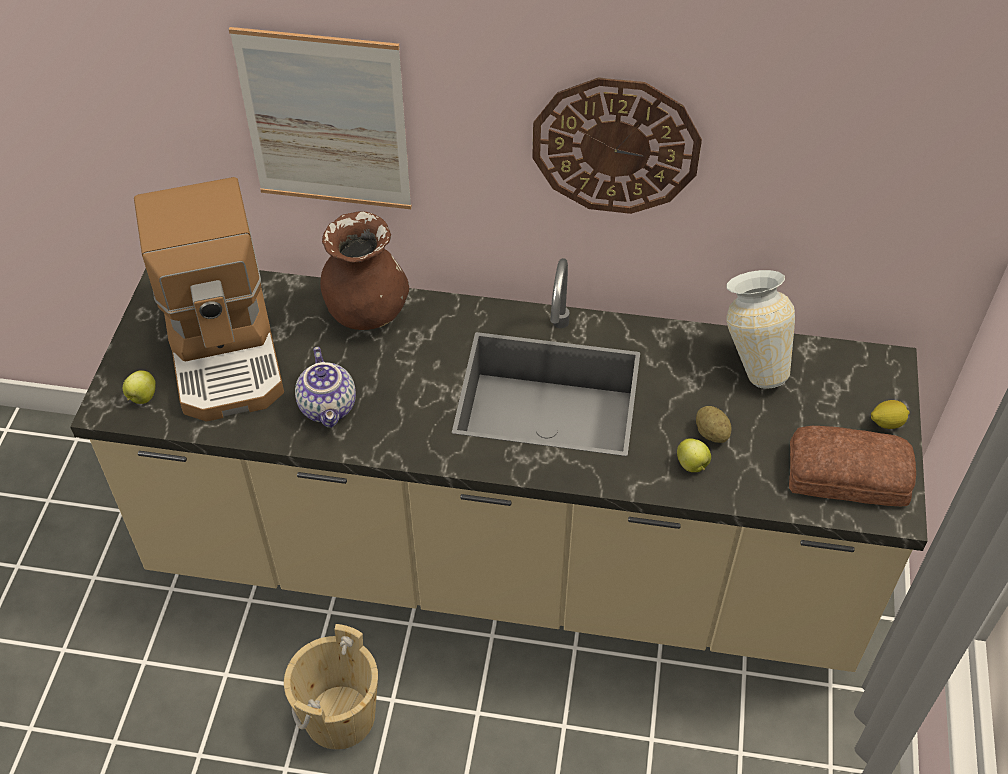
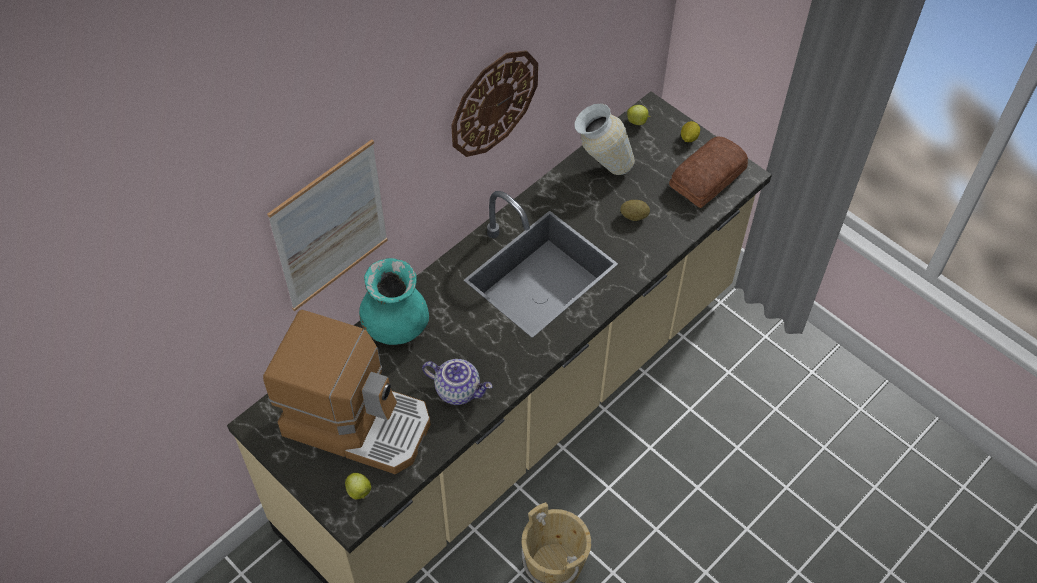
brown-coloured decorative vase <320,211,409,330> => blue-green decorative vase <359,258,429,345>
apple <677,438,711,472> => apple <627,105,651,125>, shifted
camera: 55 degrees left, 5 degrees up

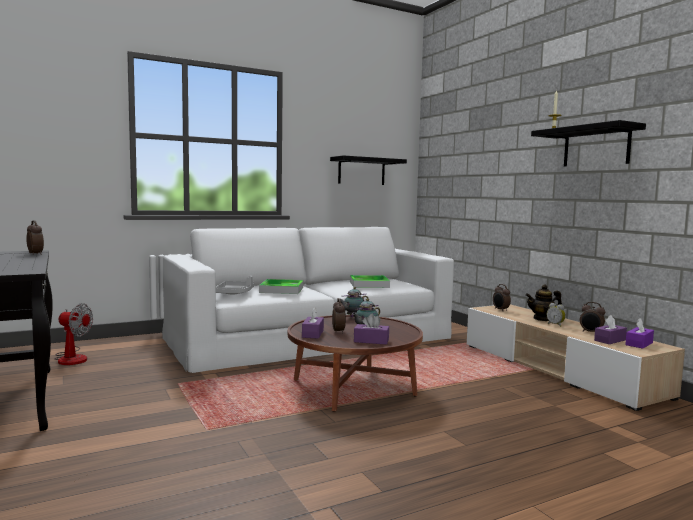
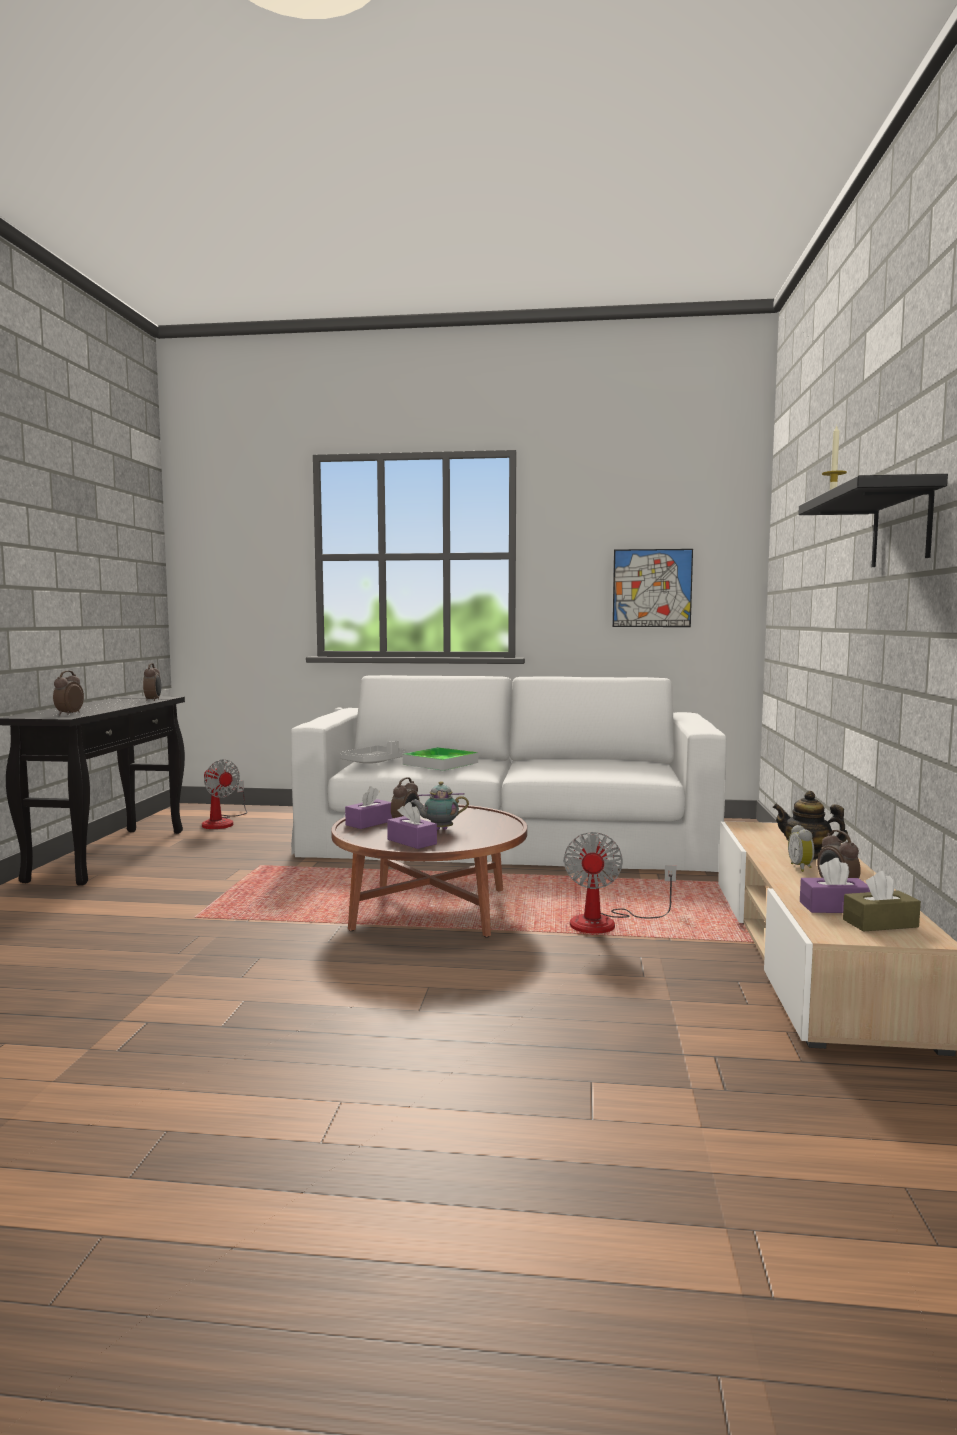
alarm clock <493,284,511,311> => alarm clock <53,671,84,715>, shifted
nothing => electric fan <564,832,676,935>
black bracket shelf <330,155,407,185> => wall picture <613,549,693,627>
purplish tissue holder <625,318,654,349> => brown-coloured tissue holder <843,871,921,932>
pot for tea <340,287,369,317> => nothing
carrying tray <350,275,390,288> => nothing
camera: 35 degrees right, 0 degrees up

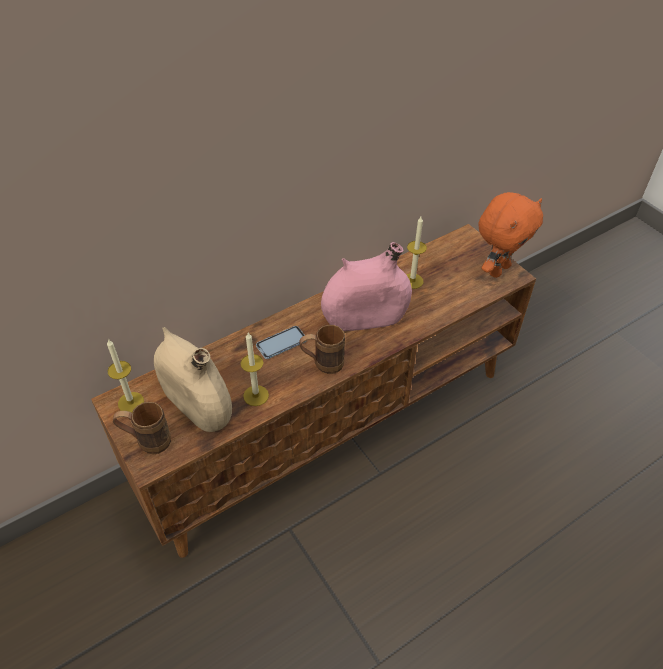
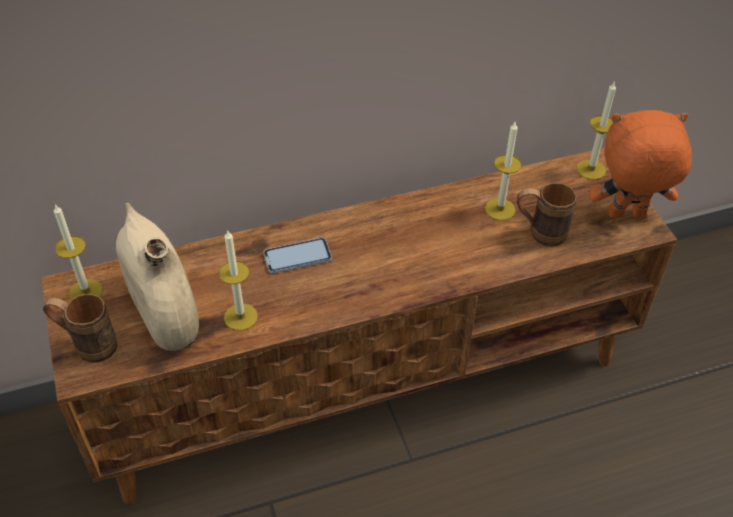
brown-coloured tea mug <299,325,345,374> => brown-coloured tea mug <517,183,577,247>, shifted
nothing => wax candle <576,81,616,180>
orangey cuddly toy <479,192,543,278> => orangey cuddly toy <589,110,692,218>, 150 degrees counterclockwise
pink-coloured decorative vase <321,242,412,331> => nothing
camera: 15 degrees right, 0 degrees up

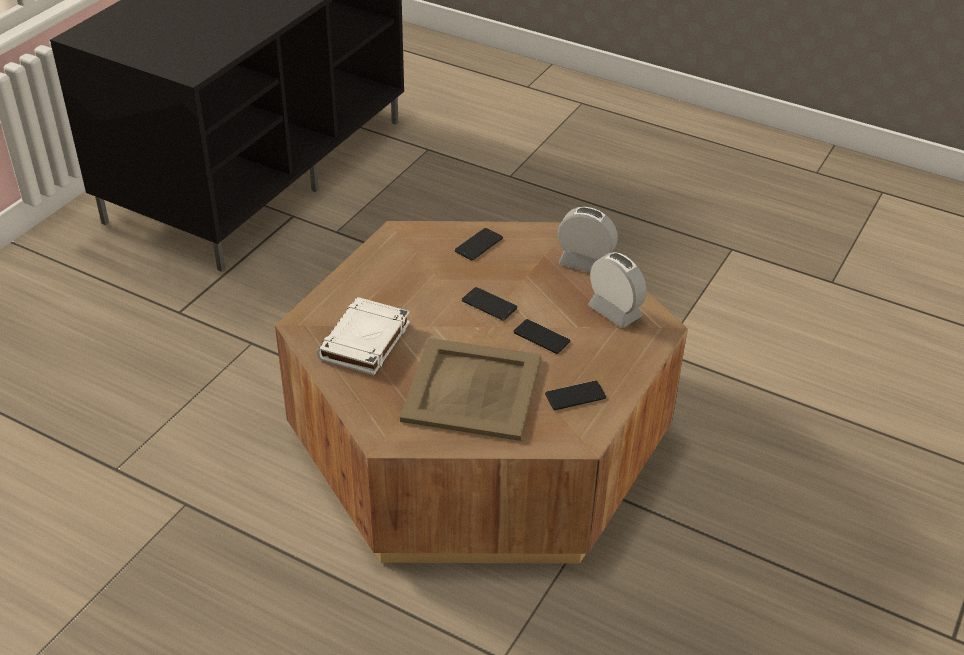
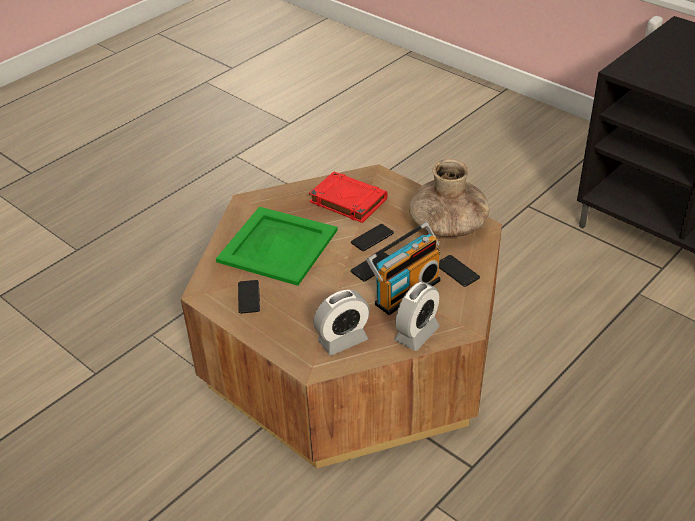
sand-coloured carrying tray <400,338,541,441> => green-coloured carrying tray <216,207,338,286>
white volume <317,297,410,375> => red-coloured volume <309,172,388,223>
phone <514,319,570,354> => phone <351,224,394,251>, shifted
nothing => radio <366,223,440,315>
nothing => brown-coloured decorative vase <409,159,489,237>
camera: 105 degrees right, 0 degrees up

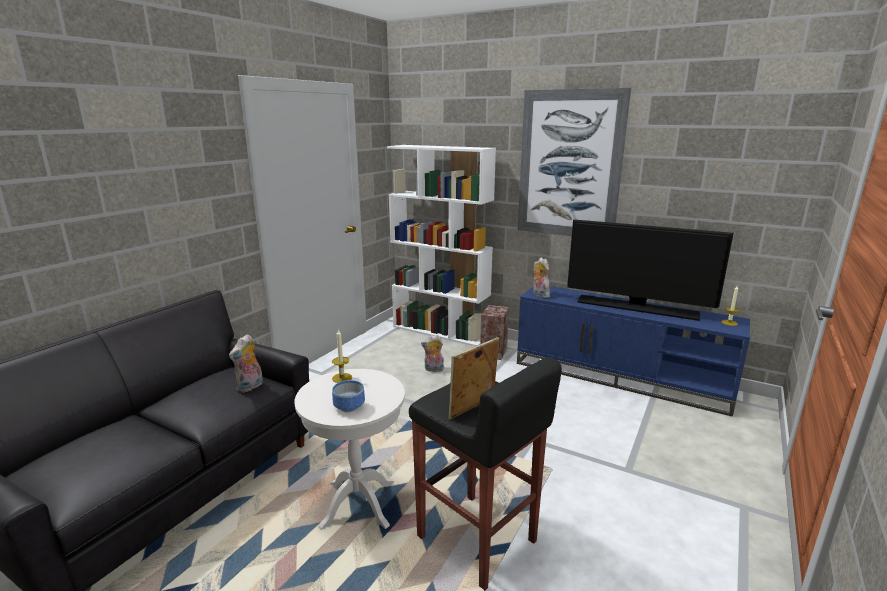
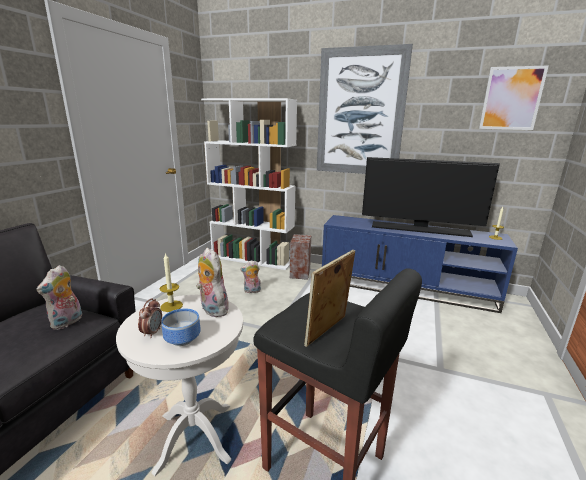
nothing => alarm clock <138,298,162,338>
cuddly toy <533,258,551,298> => cuddly toy <196,248,231,317>, shifted
nothing => wall picture <479,65,549,130>
camera: 10 degrees left, 0 degrees up

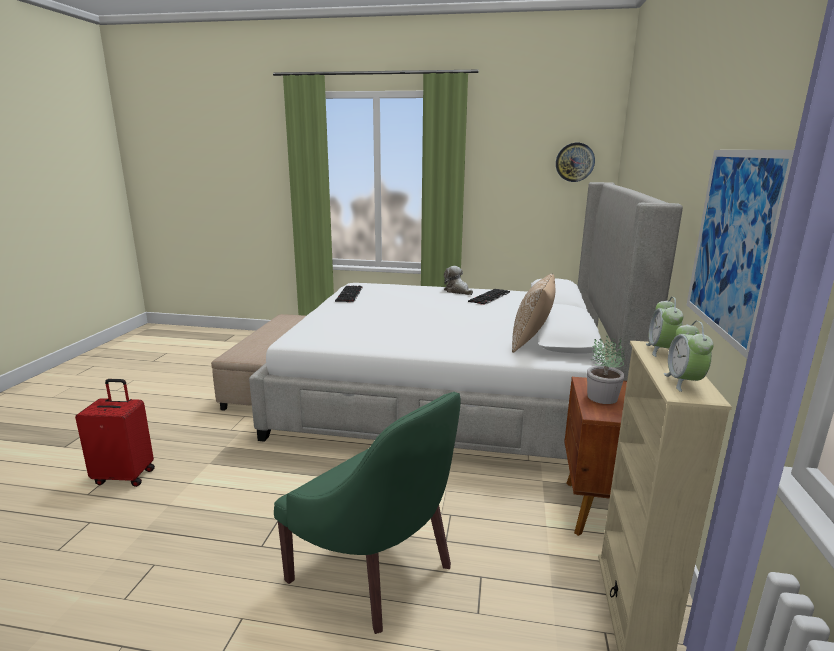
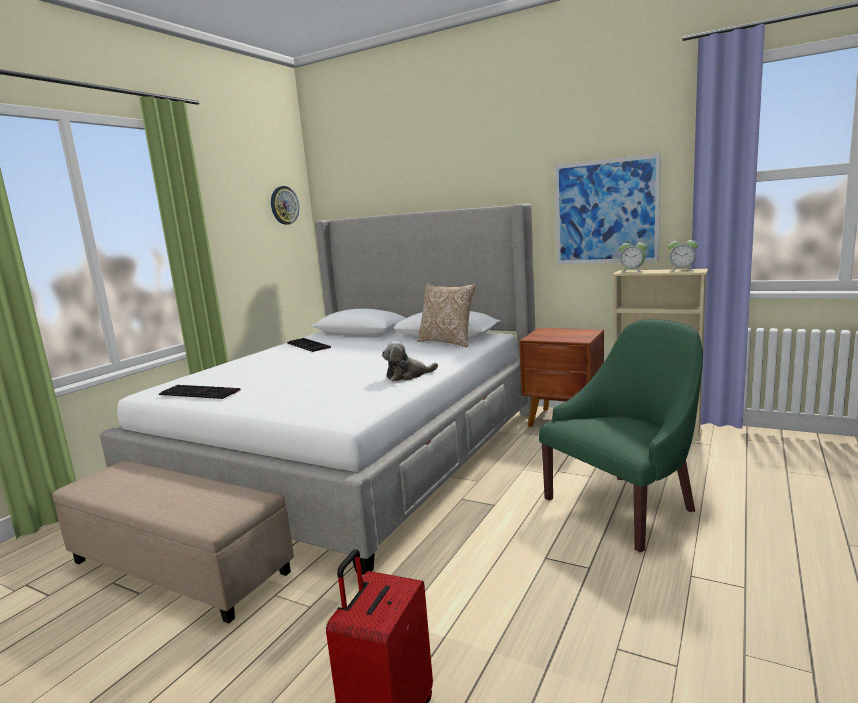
cuddly toy <444,266,473,295> => cuddly toy <382,341,438,381>, shifted
houseplant <587,335,625,404> => nothing
camera: 70 degrees left, 5 degrees down

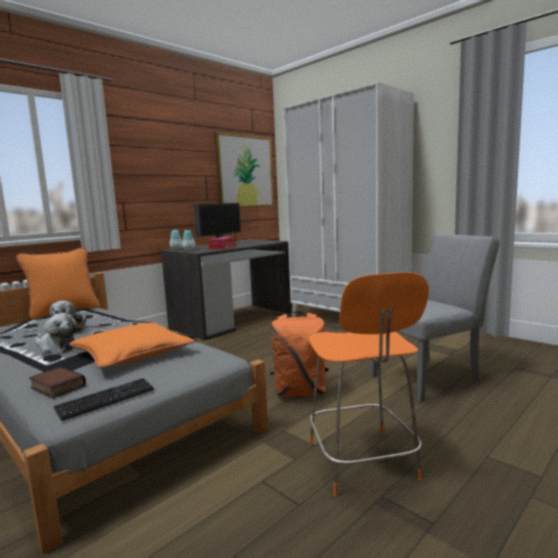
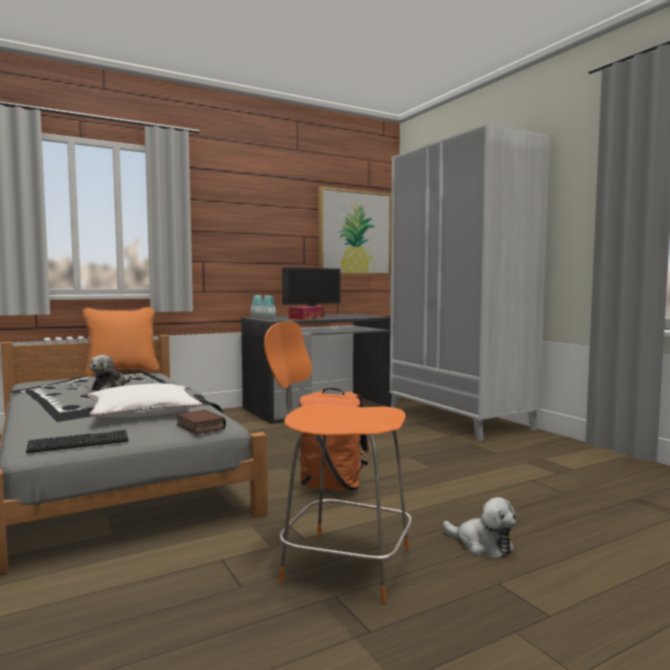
orangey cushion <69,323,195,368> => white cushion <87,383,203,418>
volume <29,367,86,398> => volume <176,410,226,434>, shifted
orangey plain chair <309,272,429,496> => orangey plain chair <264,322,412,603>, 105 degrees clockwise
cuddly toy <35,313,77,354> => cuddly toy <443,497,516,558>, shifted
grey plain chair <370,234,499,402> => nothing
camera: 15 degrees right, 5 degrees down

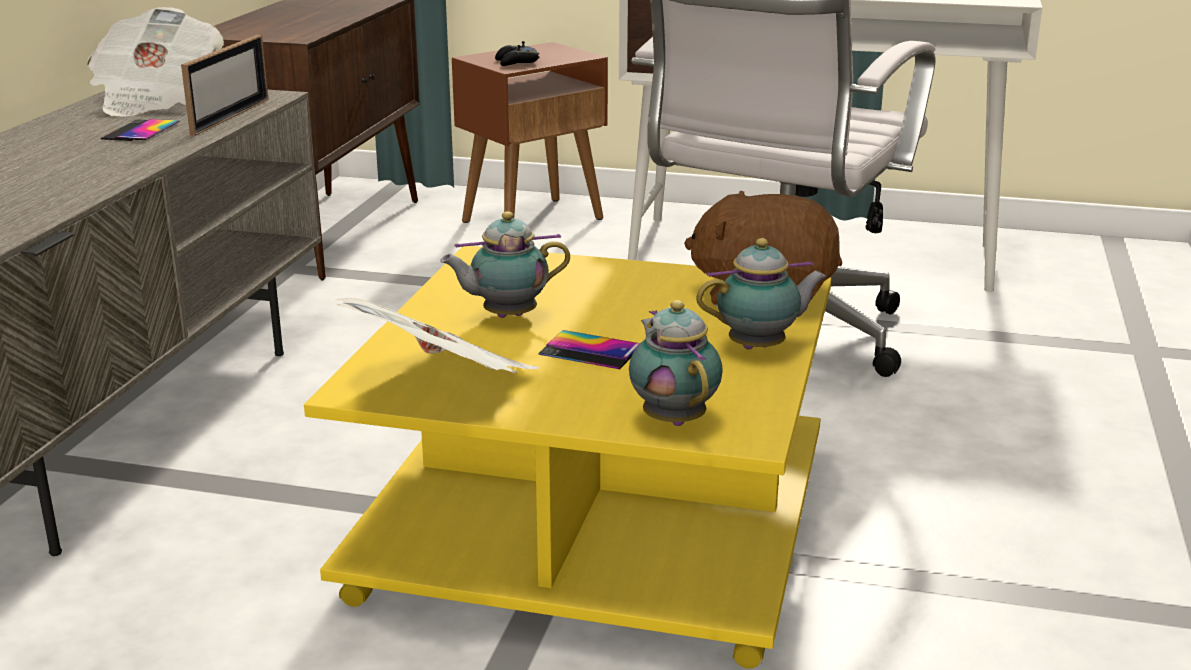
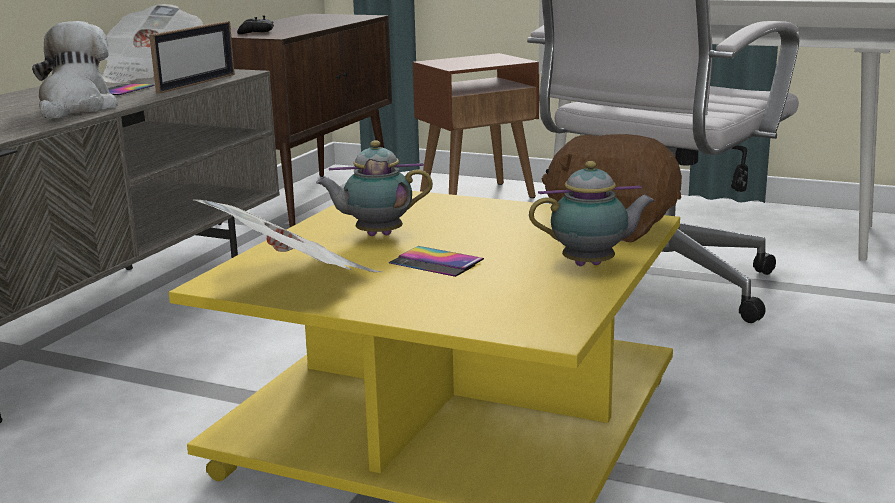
nothing => cuddly toy <32,21,118,120>
black joypad <495,41,539,66> => black joypad <237,15,274,34>, shifted
pot for tea <629,300,723,426> => nothing
camera: 10 degrees right, 5 degrees down

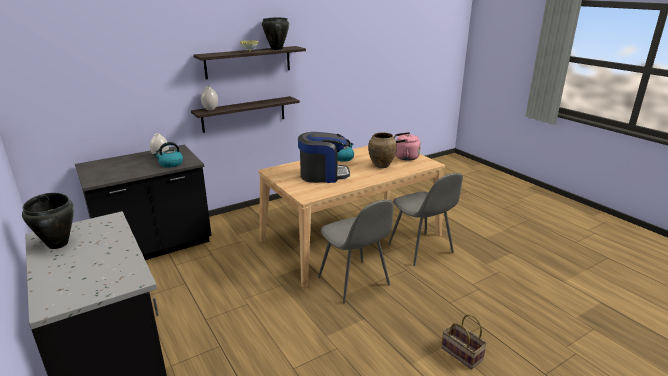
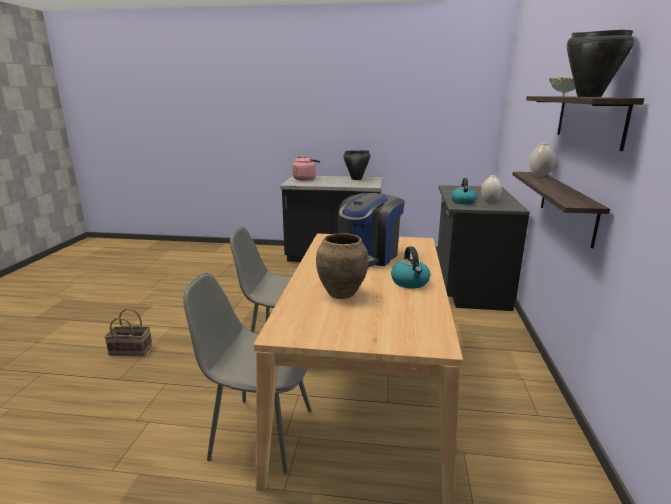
pink-coloured water kettle <394,132,421,161> => pink-coloured water kettle <293,156,320,180>, shifted
camera: 130 degrees right, 5 degrees down

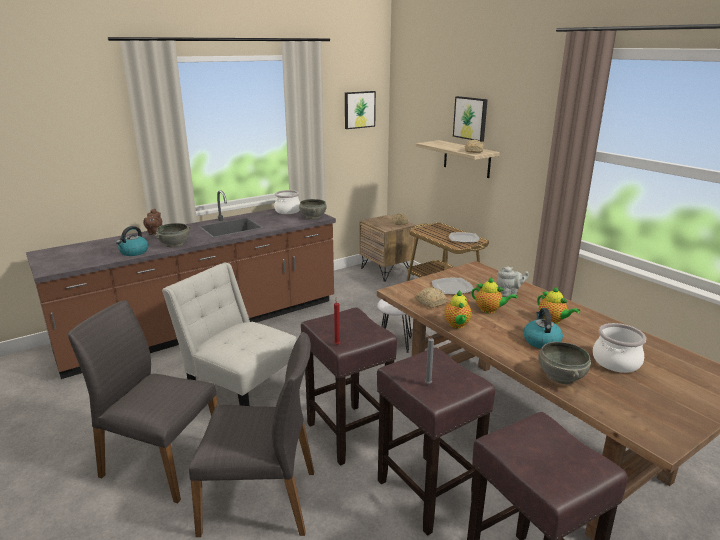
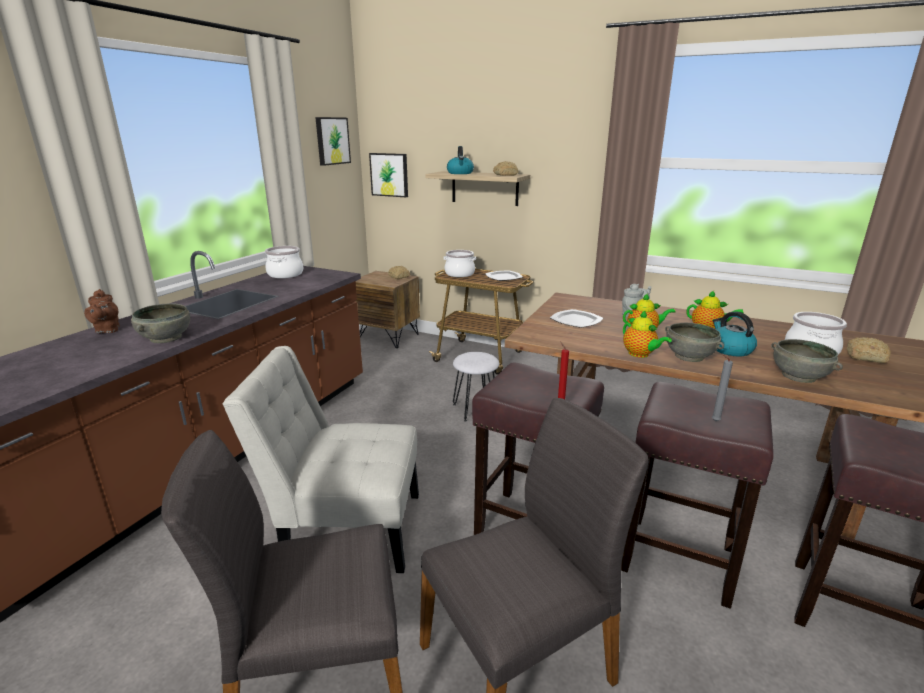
wall picture <453,96,488,142> => wall picture <369,153,408,197>, shifted
nothing => cooking pot <444,250,476,277>
water kettle <116,226,149,256> => water kettle <447,146,474,174>, shifted
grey bowl <299,199,327,219> => grey bowl <665,323,724,362>, shifted
bread <415,287,447,308> => bread <847,337,891,363>, shifted
camera: 30 degrees left, 0 degrees up

